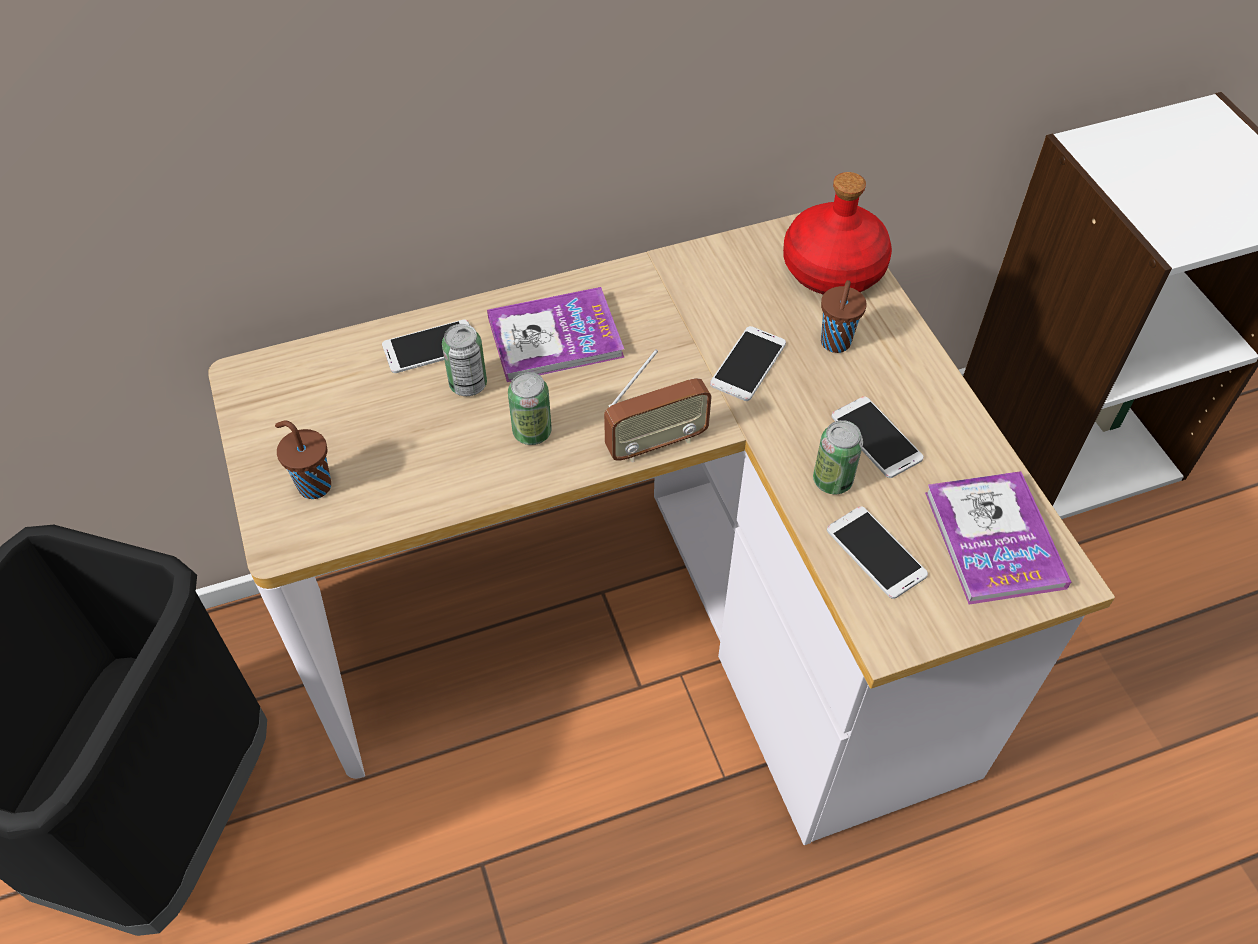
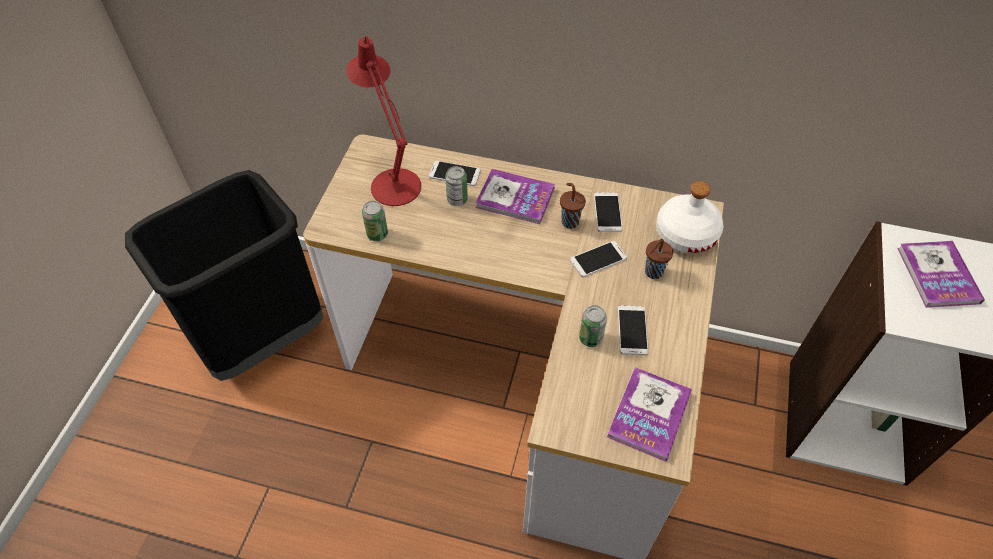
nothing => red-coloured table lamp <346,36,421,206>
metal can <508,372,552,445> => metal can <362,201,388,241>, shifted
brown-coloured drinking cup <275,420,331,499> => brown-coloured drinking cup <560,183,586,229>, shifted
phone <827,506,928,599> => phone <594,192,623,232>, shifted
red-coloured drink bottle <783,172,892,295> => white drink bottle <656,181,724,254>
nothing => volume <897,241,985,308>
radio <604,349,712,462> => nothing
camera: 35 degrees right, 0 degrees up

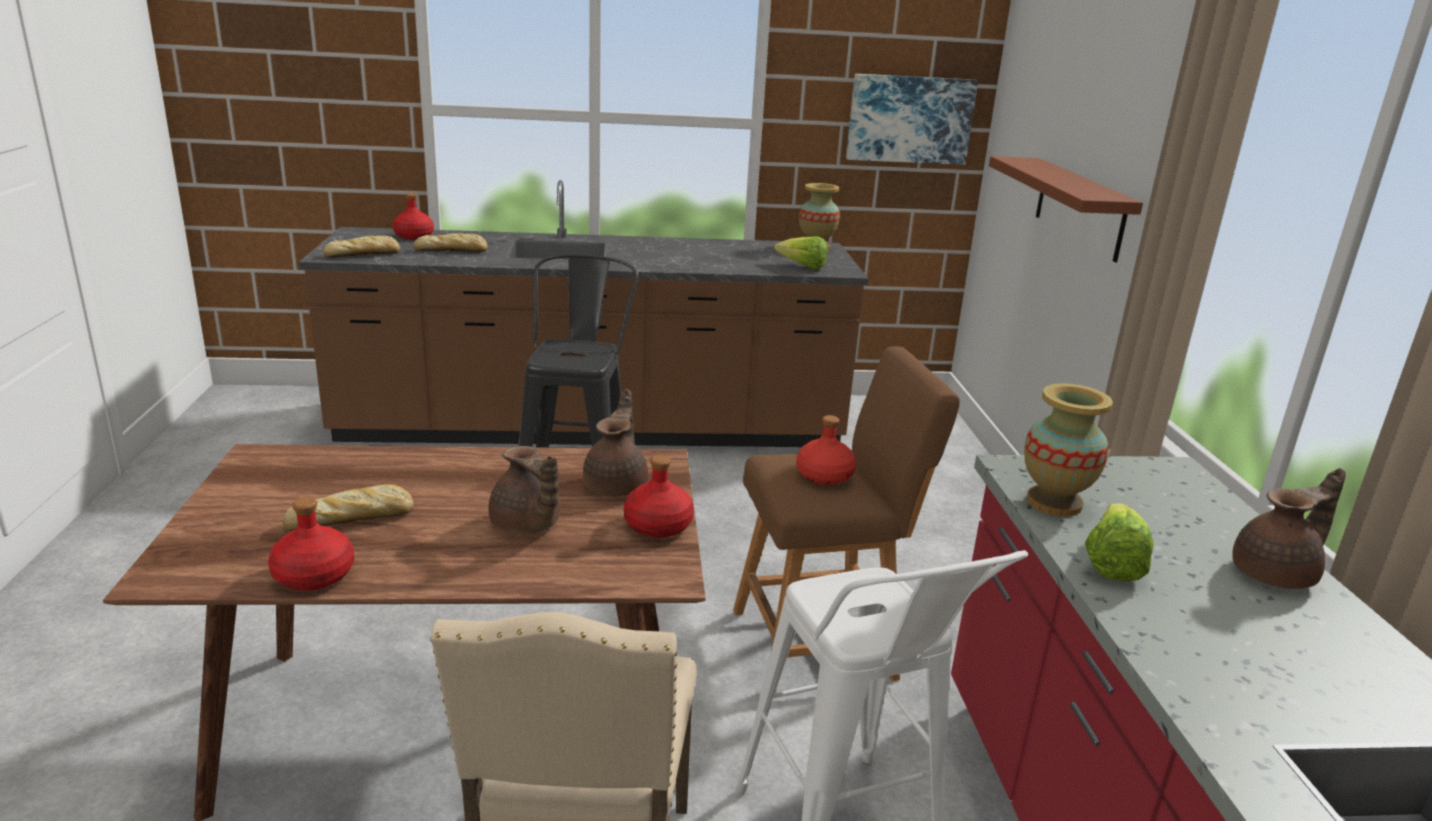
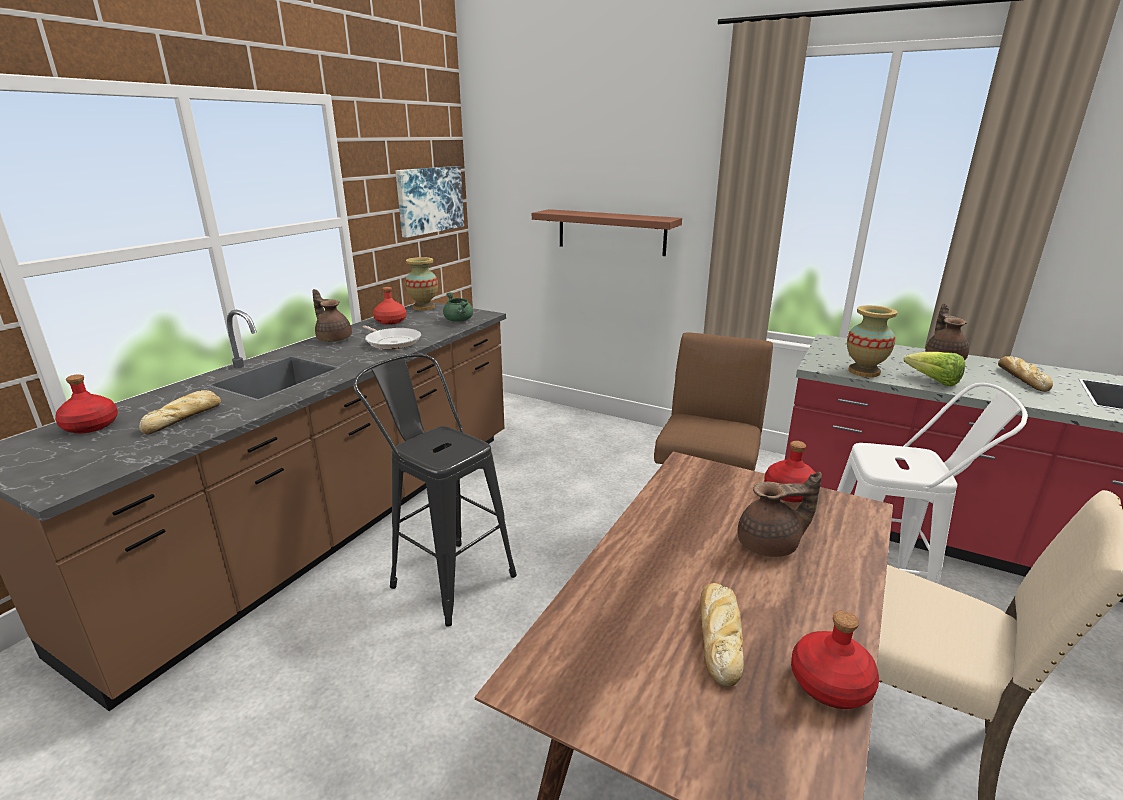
brown-coloured pot for tea <583,389,648,497> => brown-coloured pot for tea <313,289,352,342>, shifted
nothing => skillet <363,325,421,349>
red-coloured drink bottle <796,415,856,485> => red-coloured drink bottle <373,287,406,325>, shifted
lettuce head <774,236,827,270> => green-coloured cooking pot <443,292,473,322>
bread <323,235,400,258> => bread <998,356,1053,392>, shifted
camera: 55 degrees left, 0 degrees up

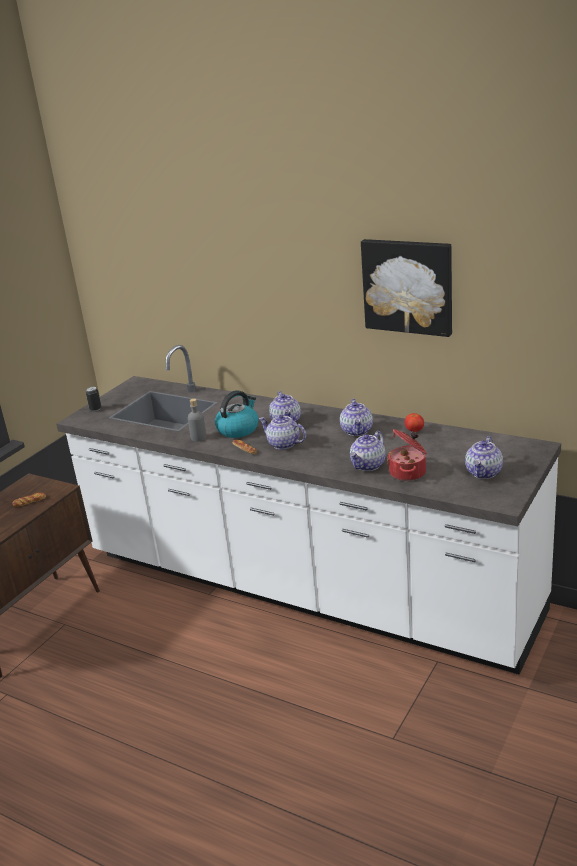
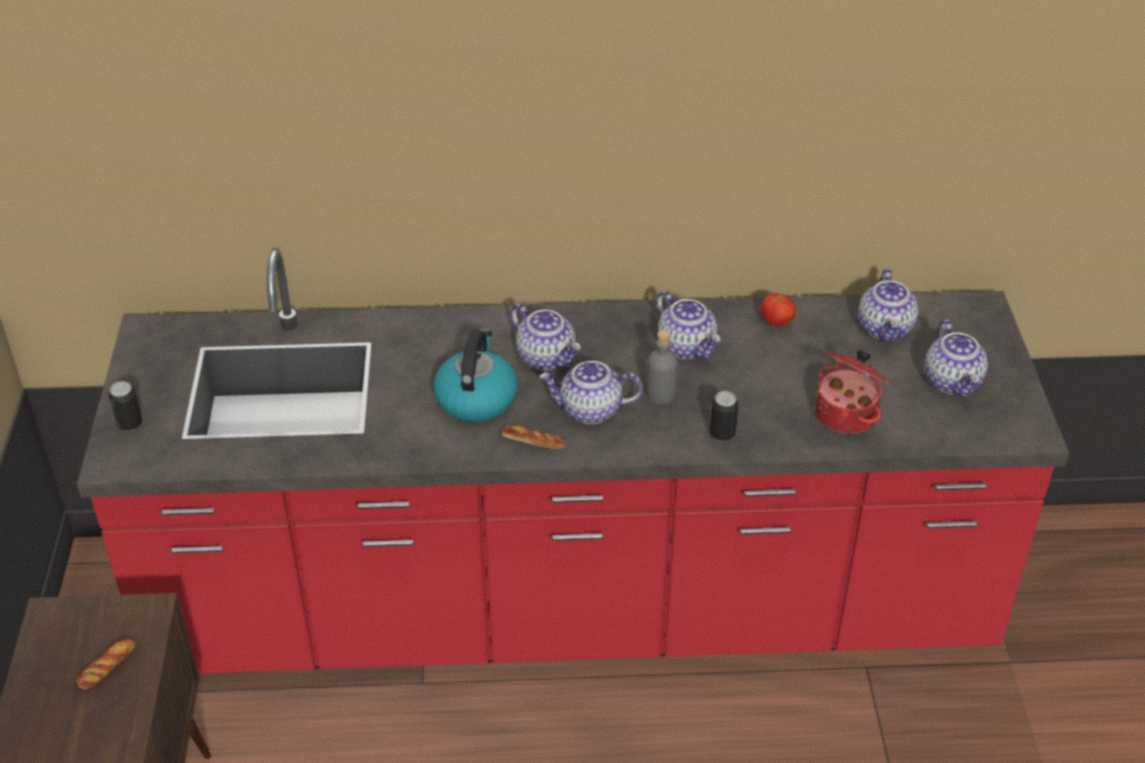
white counter <56,345,561,675> => red-coloured counter <77,250,1069,674>
grey drink bottle <188,399,206,442> => grey drink bottle <646,330,678,405>, shifted
nothing => metal can <710,391,739,441>
pot for tea <350,431,386,471> => pot for tea <859,269,918,342>, shifted
wall picture <361,239,452,337> => nothing
camera: 35 degrees left, 15 degrees up

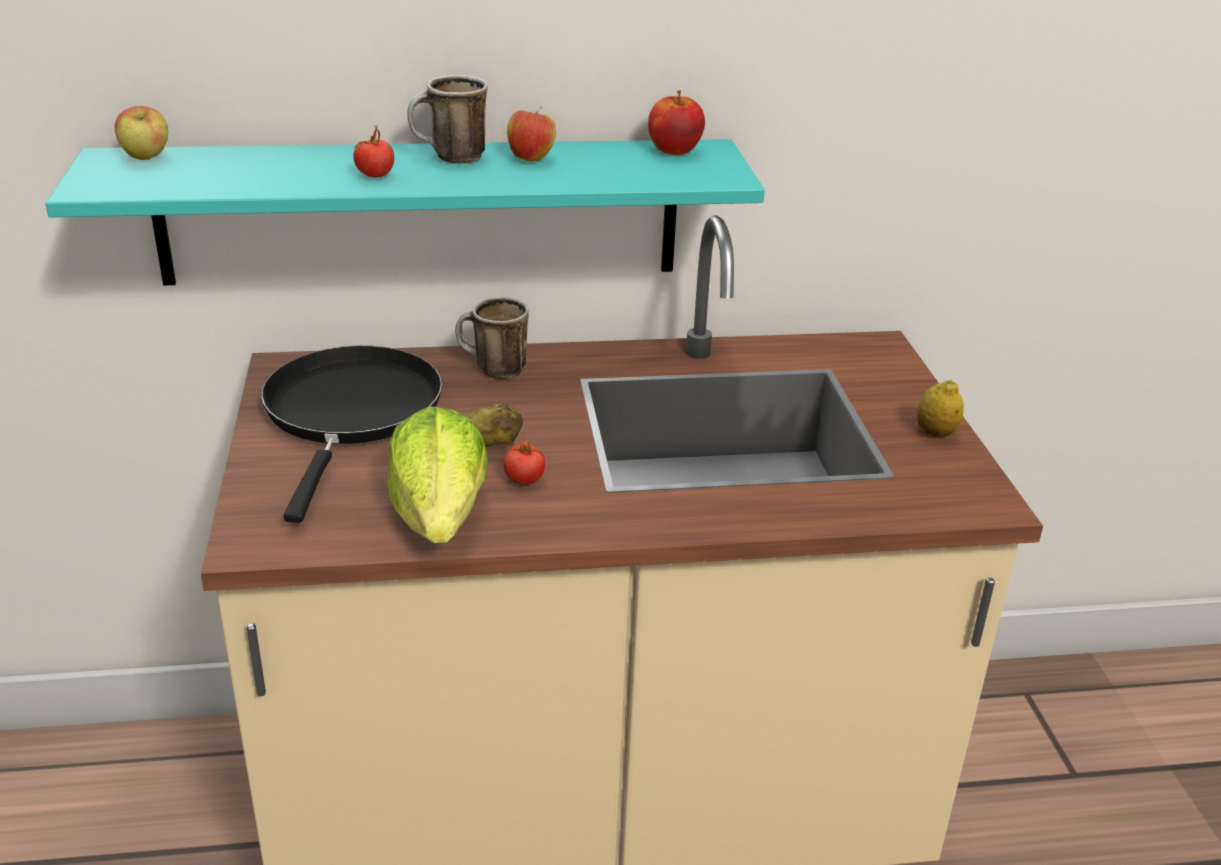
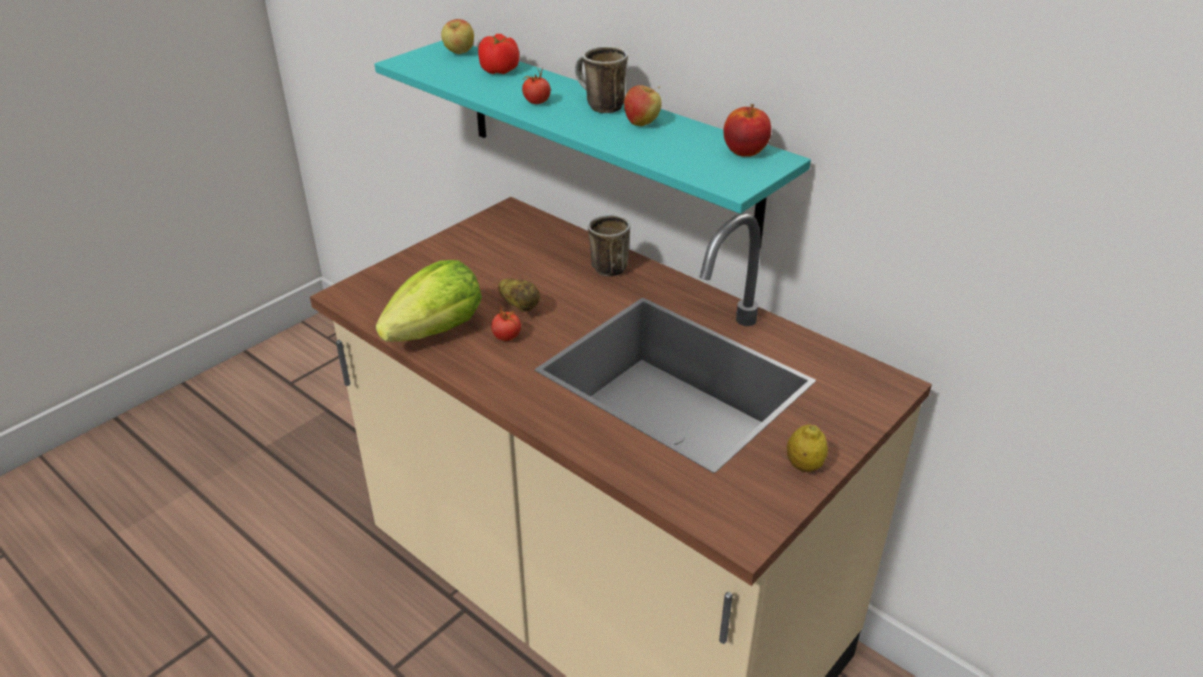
nothing => whole tomato <478,34,519,74>
black skillet <261,346,442,523> => nothing
camera: 50 degrees right, 5 degrees up

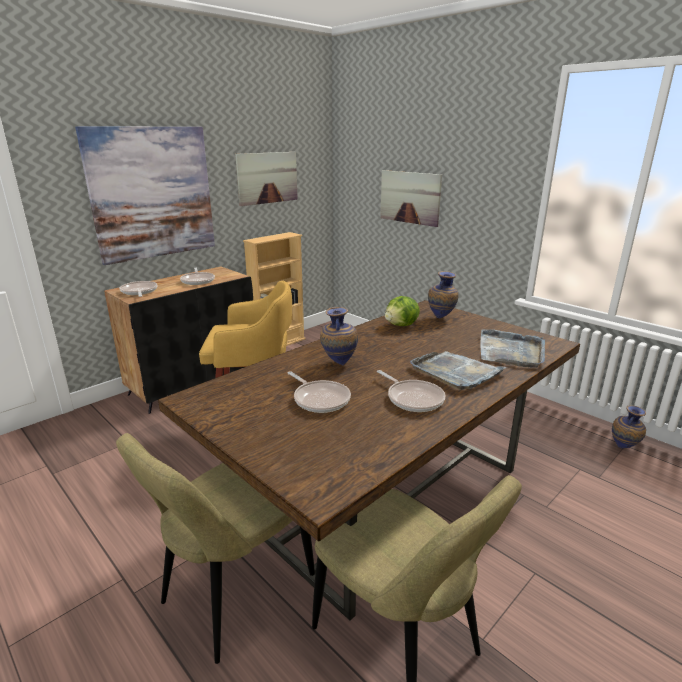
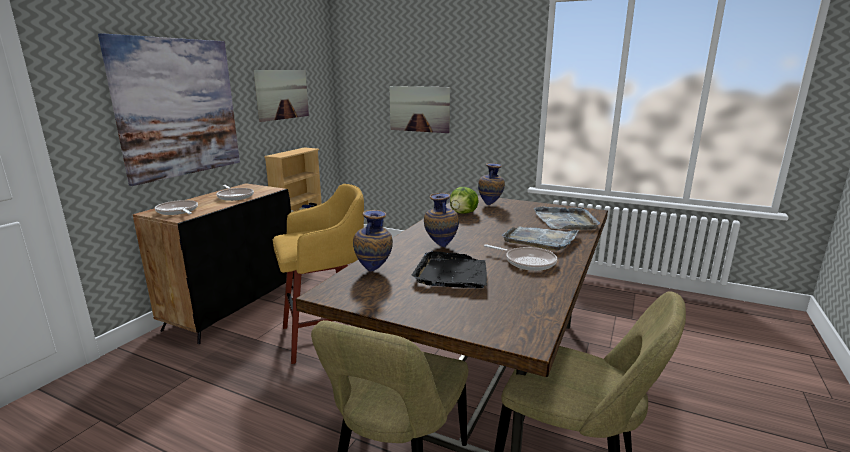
decorative vase <612,406,646,448> => decorative vase <353,210,393,272>, shifted
skillet <288,371,351,413> => black carrying tray <412,251,487,288>
camera: 20 degrees left, 5 degrees down

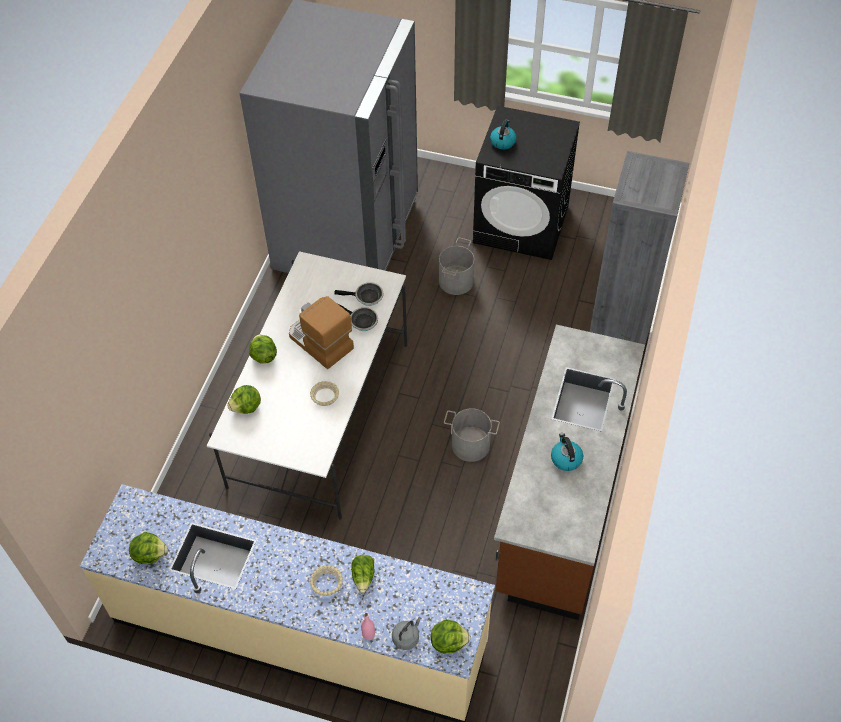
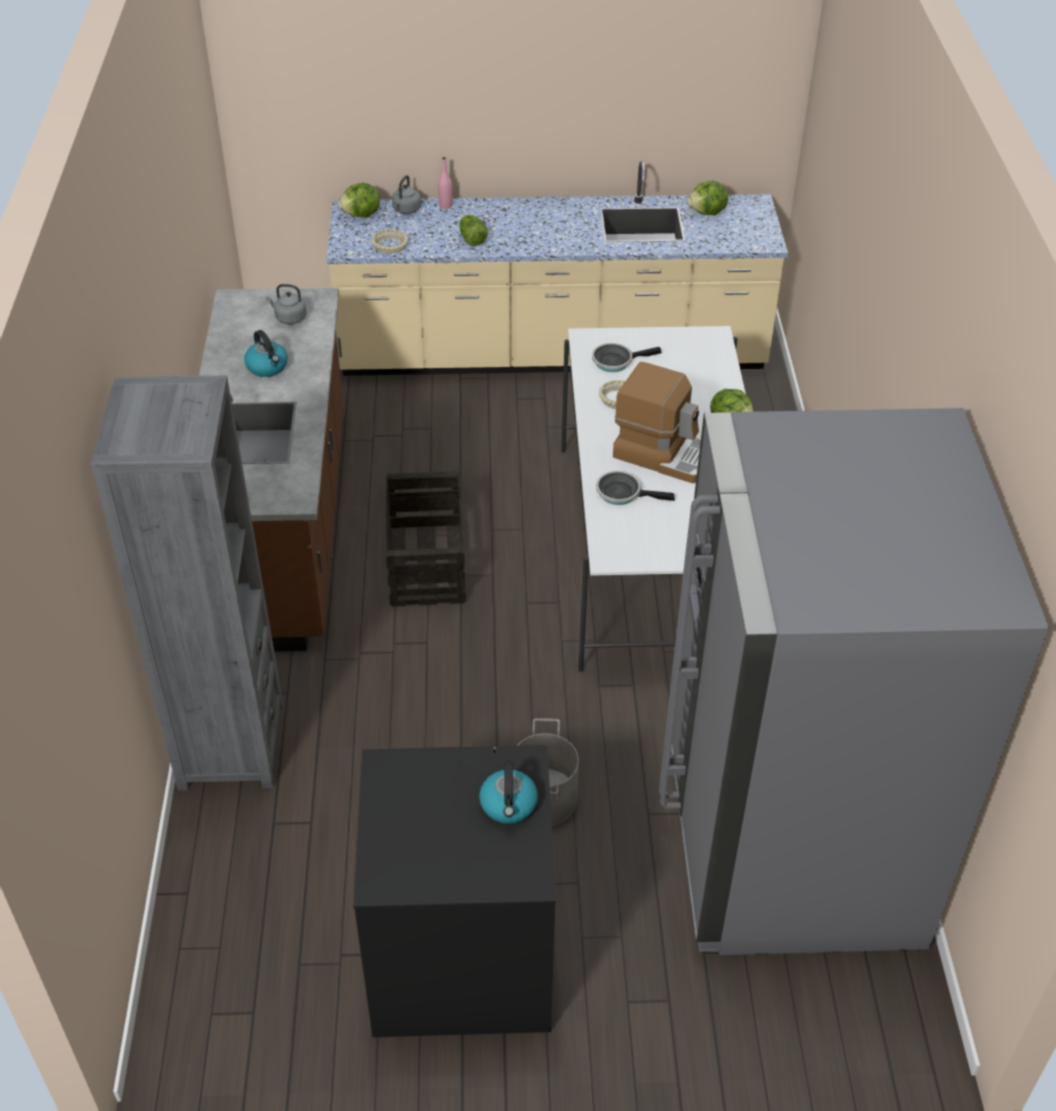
nothing => grey water kettle <266,284,307,324>
sand-coloured bowl <310,565,343,596> => sand-coloured bowl <371,229,408,254>, shifted
grey pail <444,408,500,462> => shipping crate <386,471,466,607>
skillet <334,282,383,306> => skillet <592,343,661,372>, shifted
lettuce head <227,385,261,414> => nothing
camera: 160 degrees right, 10 degrees down

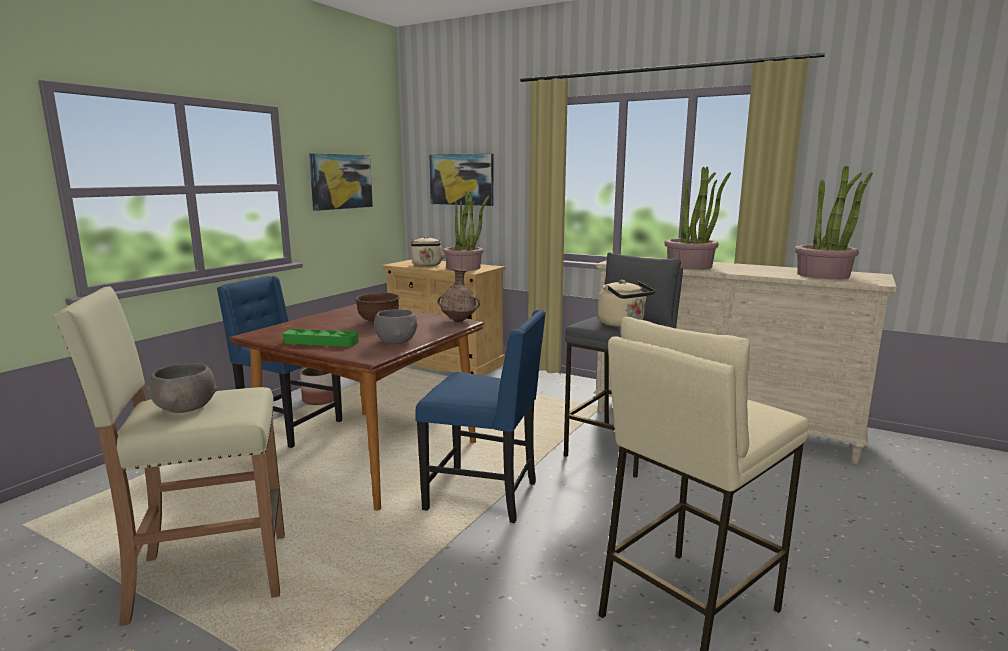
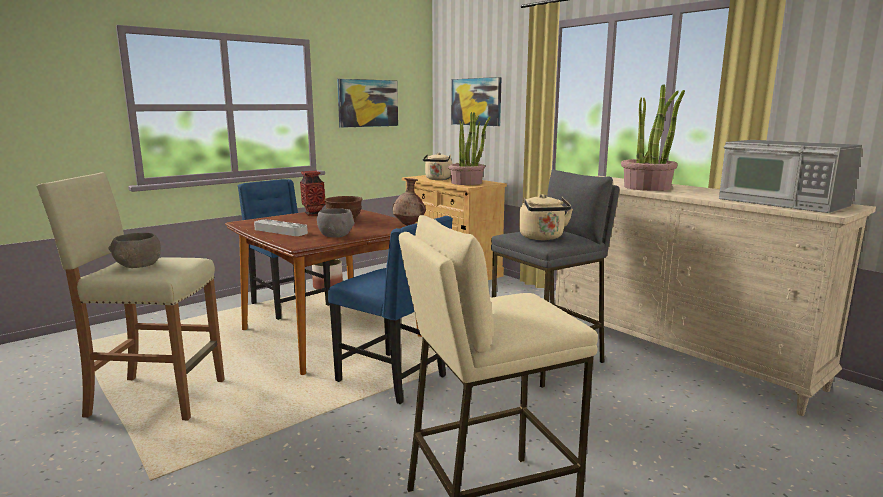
green-coloured carrying tray <283,329,359,347> => grey carrying tray <254,219,308,236>
nothing => decorative vase <300,171,326,216>
houseplant <795,166,873,279> => kitchen microwave <719,140,862,213>
camera: 20 degrees right, 0 degrees up

